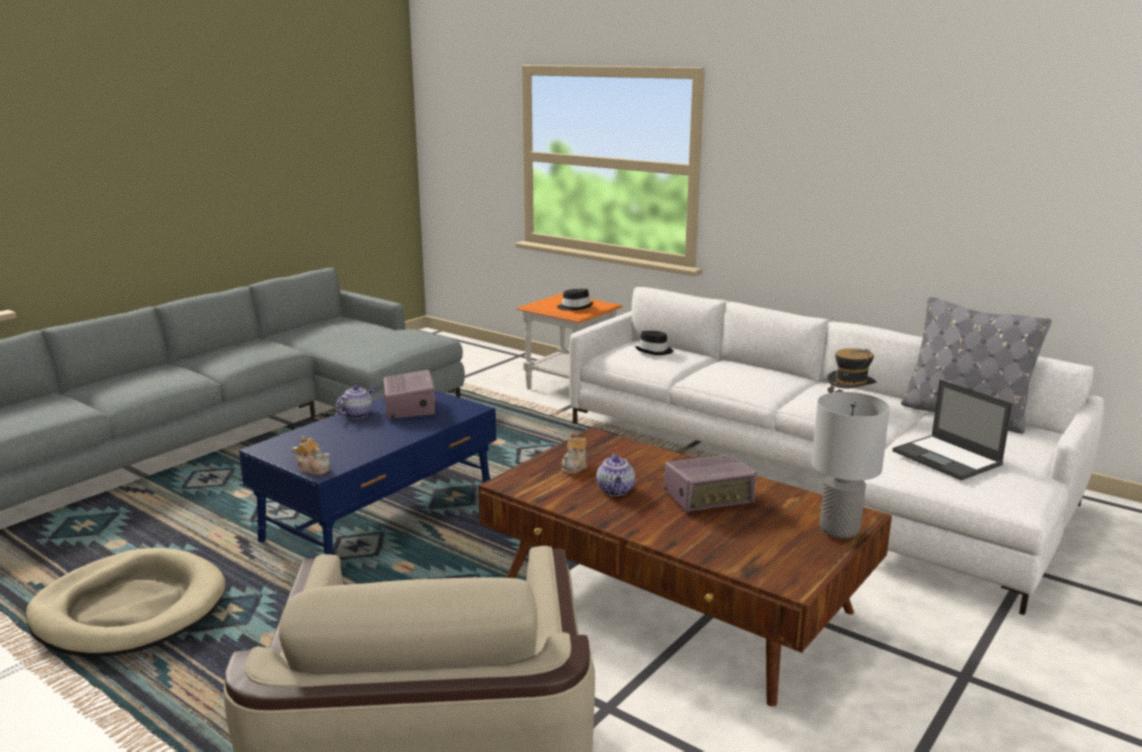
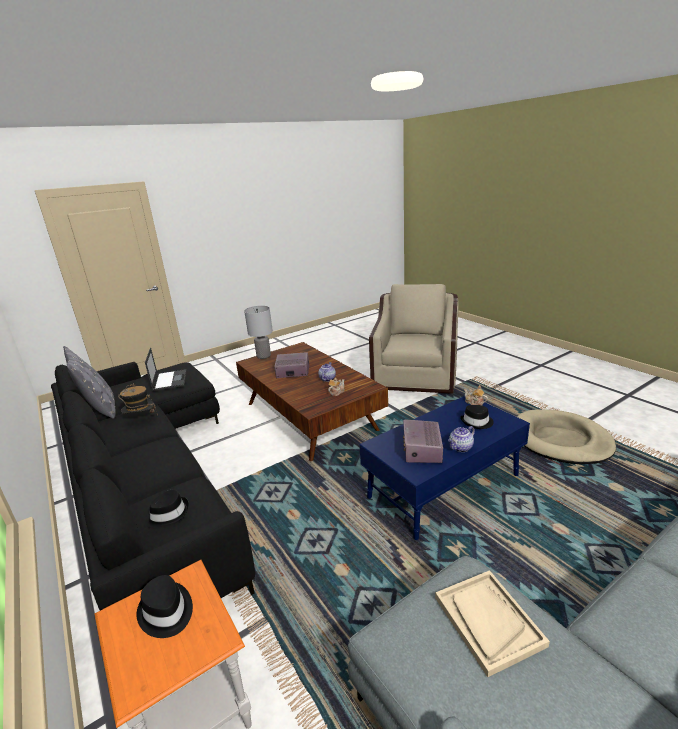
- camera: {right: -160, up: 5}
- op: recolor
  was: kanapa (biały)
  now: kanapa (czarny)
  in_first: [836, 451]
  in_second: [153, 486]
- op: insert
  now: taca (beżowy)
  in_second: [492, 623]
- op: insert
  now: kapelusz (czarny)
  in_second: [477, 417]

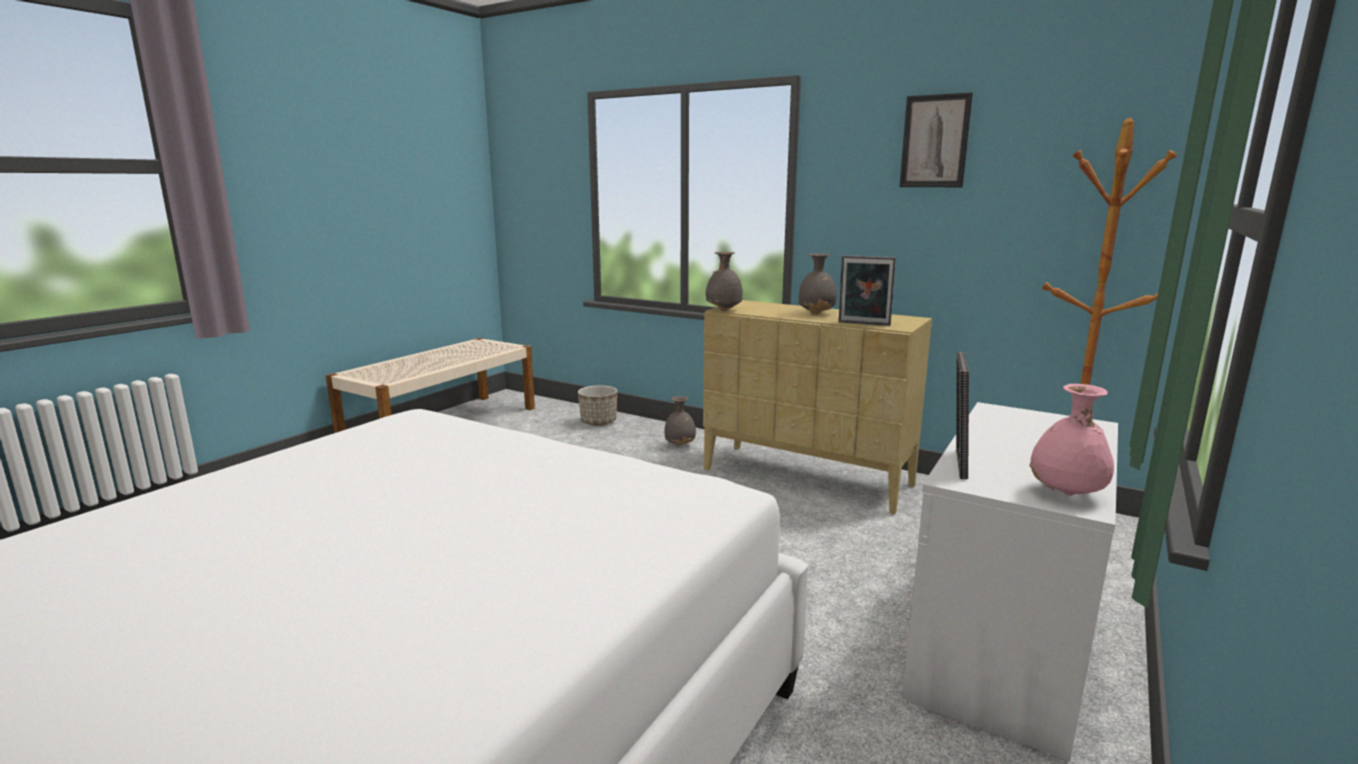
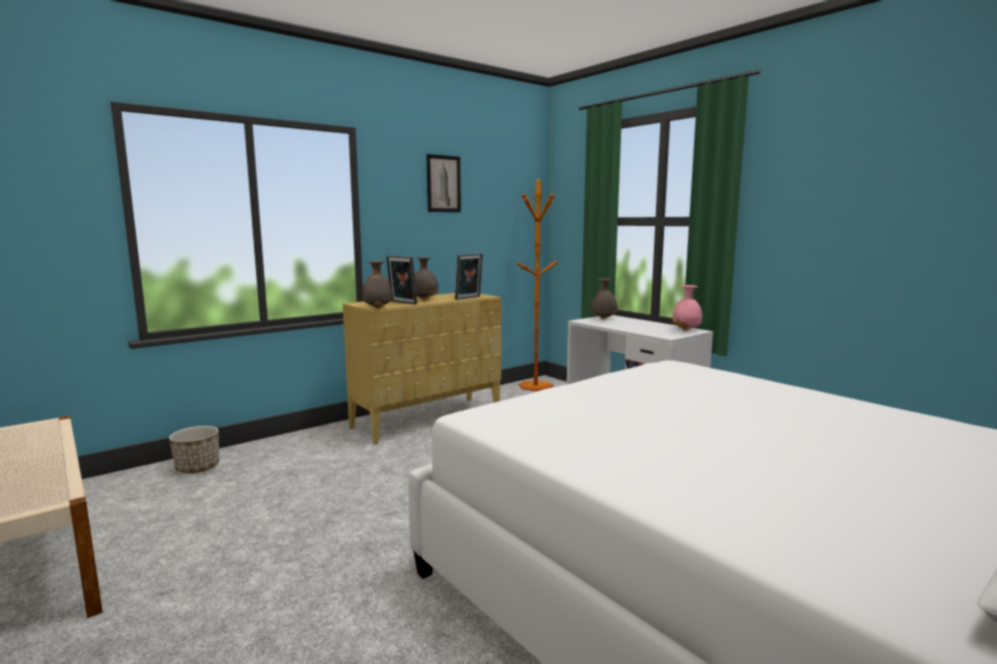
- camera: {right: -70, up: -5}
- op: move
  was: wazon (szary)
  in_first: [680, 421]
  in_second: [604, 298]
- op: move
  was: ramka na zdjęcie
  in_first: [962, 415]
  in_second: [401, 280]

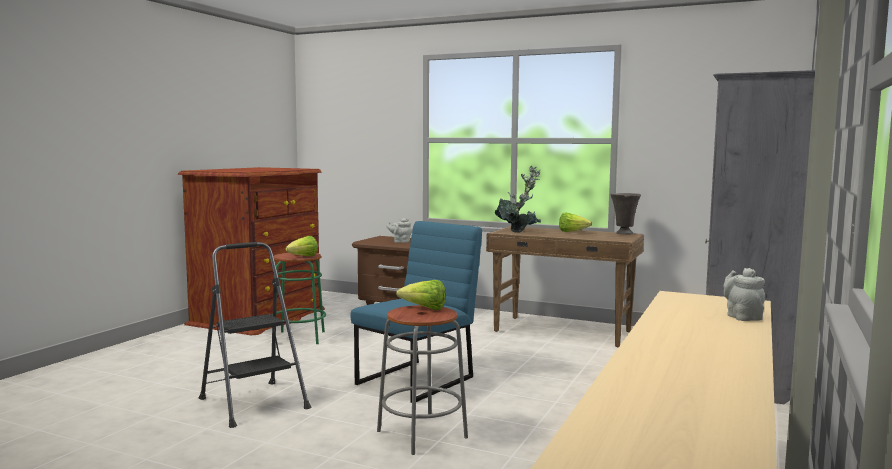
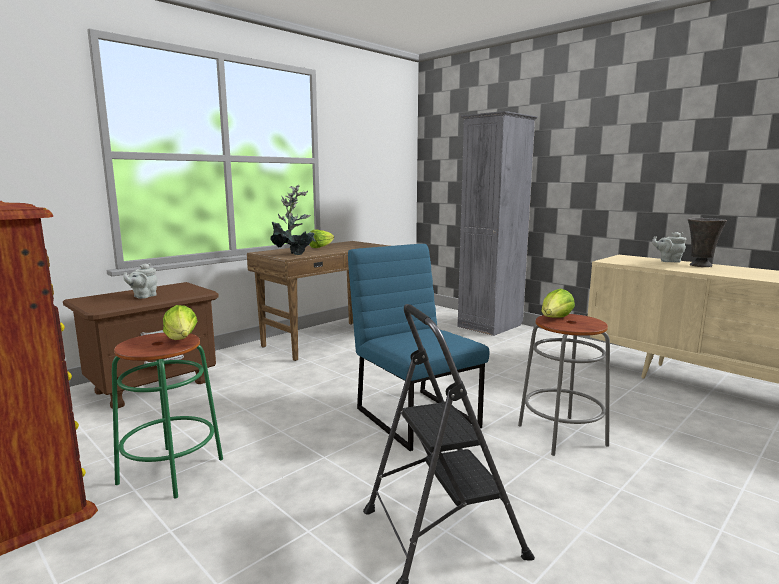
- camera: {right: -70, up: 5}
- op: move
  was: wazon (szary)
  in_first: [625, 213]
  in_second: [707, 242]

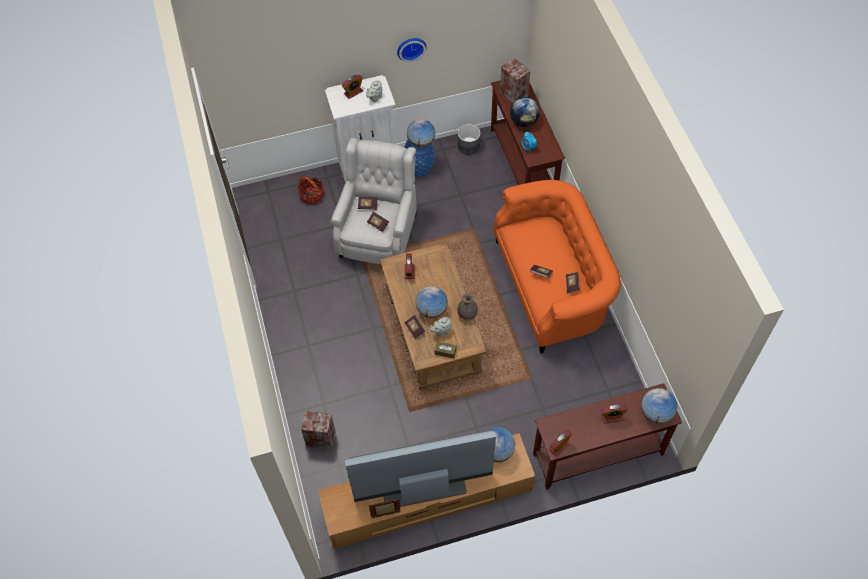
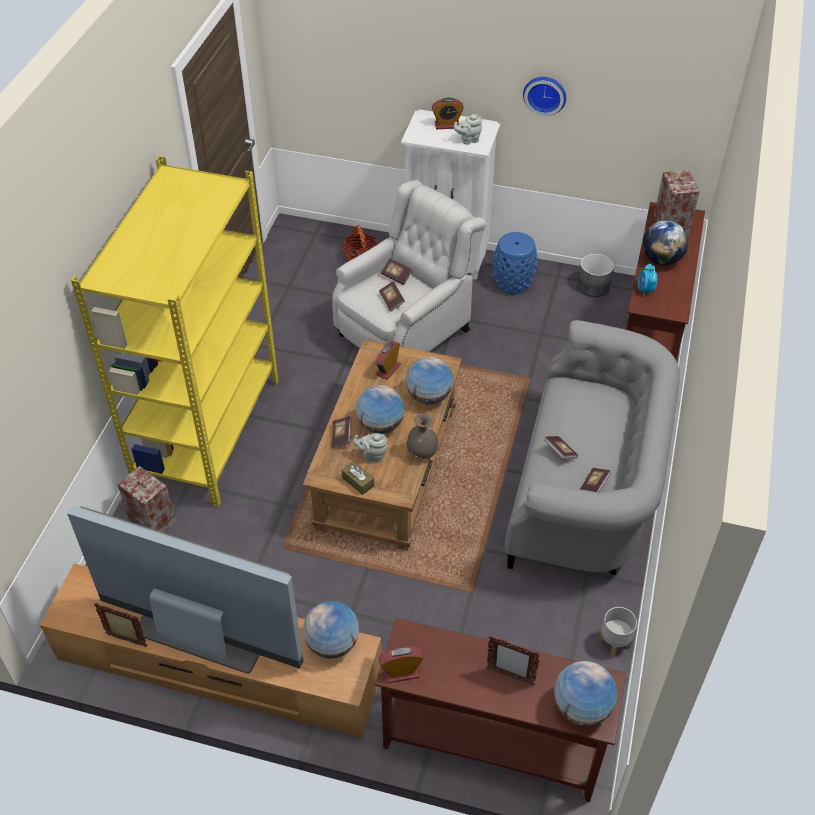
- camera: {right: 30, up: -10}
- op: move
  was: globus
  in_first: [421, 133]
  in_second: [429, 381]
- op: recolor
  was: kanapa (pomarańczowy)
  now: kanapa (szary)
  in_first: [557, 266]
  in_second: [592, 447]
- op: replace
  was: budzik
  now: ramka na zdjęcie
  in_first: [614, 413]
  in_second: [513, 660]
- op: insert
  now: regał (żółty)
  in_second: [175, 332]
- op: insert
  now: donica (szary)
  in_second: [618, 632]

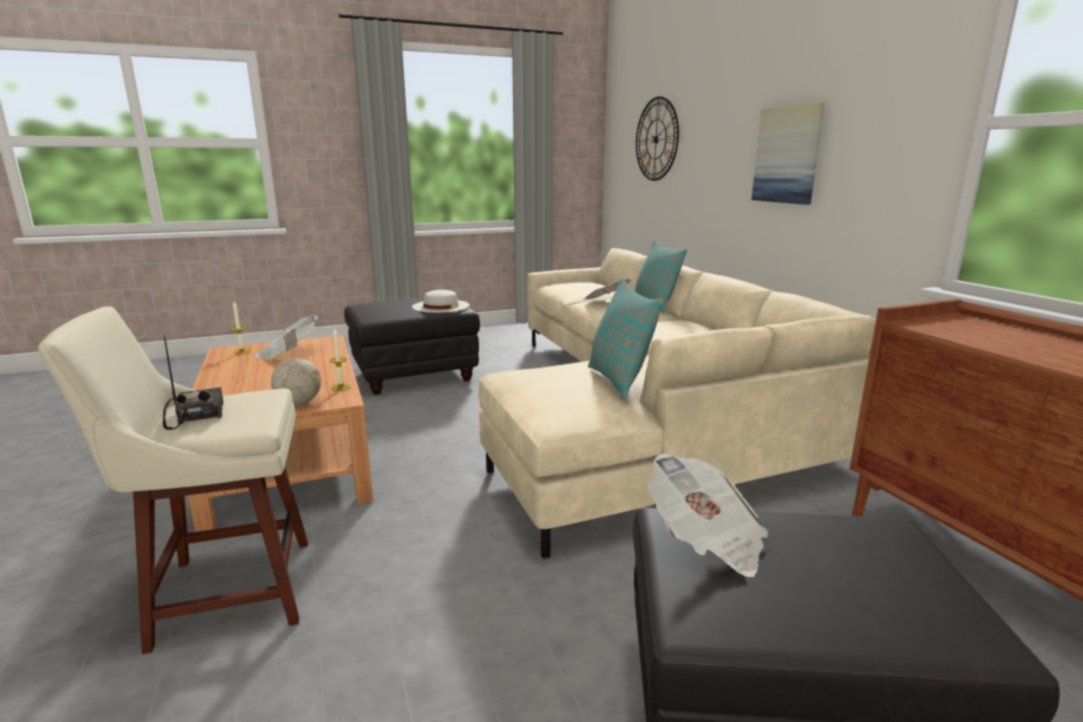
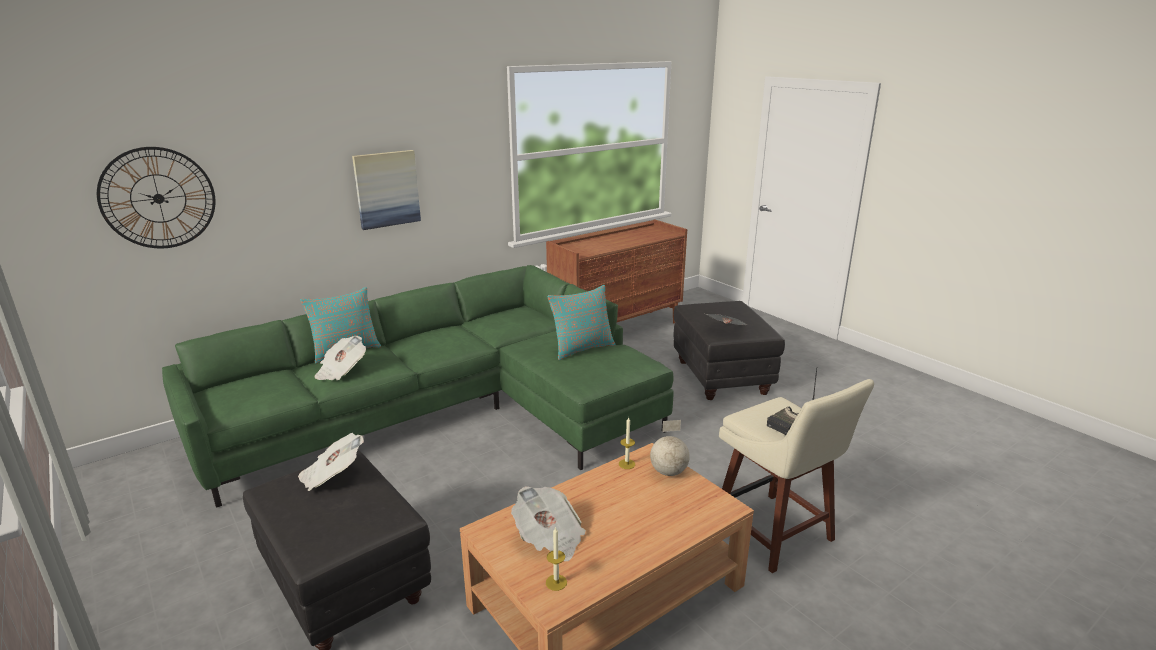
- camera: {right: -105, up: 5}
- op: replace
  was: kapelusz (biały)
  now: gazeta
  in_first: [441, 301]
  in_second: [331, 462]
- op: recolor
  was: kanapa (beżowy)
  now: kanapa (zielony)
  in_first: [677, 403]
  in_second: [418, 386]

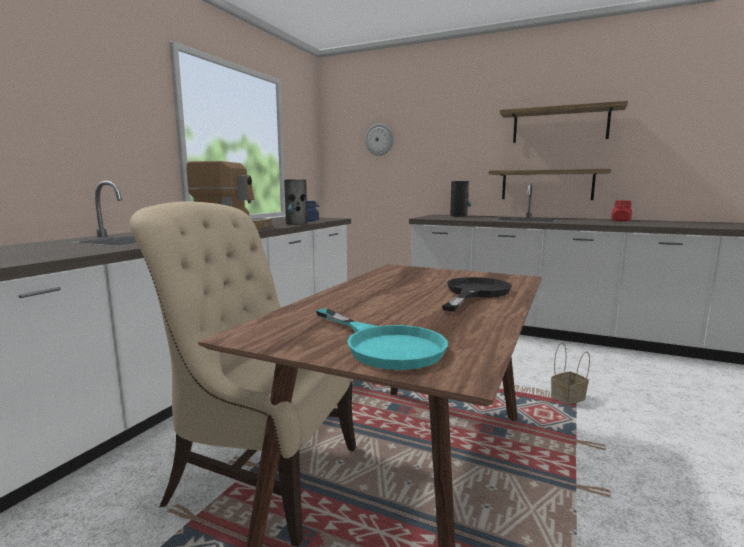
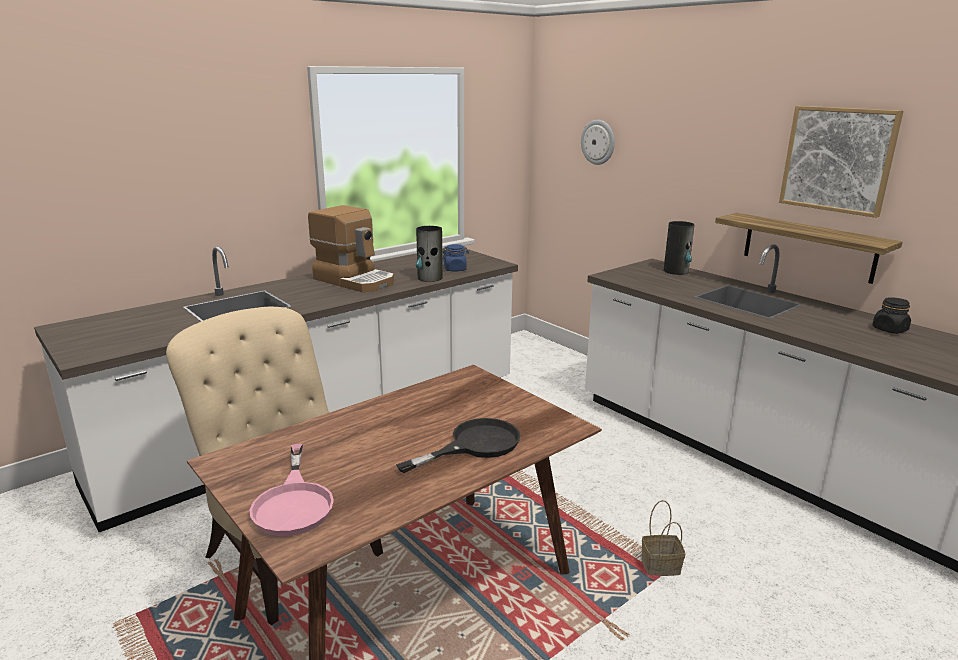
- camera: {right: 25, up: 10}
- op: recolor
  was: patelnia (turkusowy)
  now: patelnia (różowy)
  in_first: [382, 339]
  in_second: [292, 490]
- op: replace
  was: półka
  now: obraz
  in_first: [564, 122]
  in_second: [841, 162]
- op: recolor
  was: słoik (czerwony)
  now: słoik (czarny)
  in_first: [621, 211]
  in_second: [891, 315]

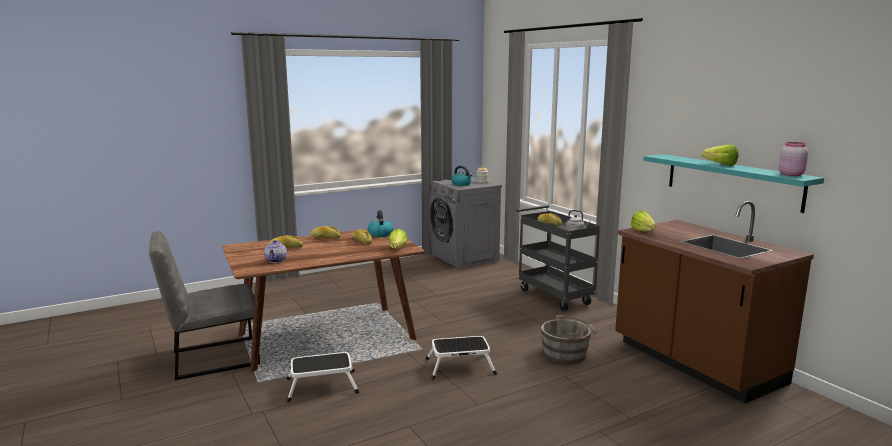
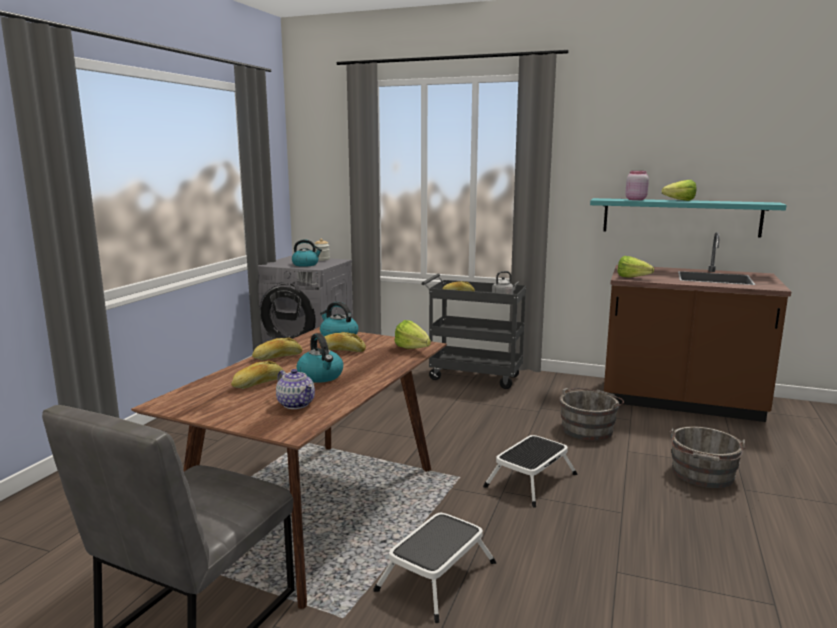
- camera: {right: -40, up: 0}
- op: move
  was: słoik (różowy)
  in_first: [793, 159]
  in_second: [637, 185]
- op: insert
  now: czajnik
  in_second: [319, 358]
- op: insert
  now: wiadro (szary)
  in_second: [708, 457]

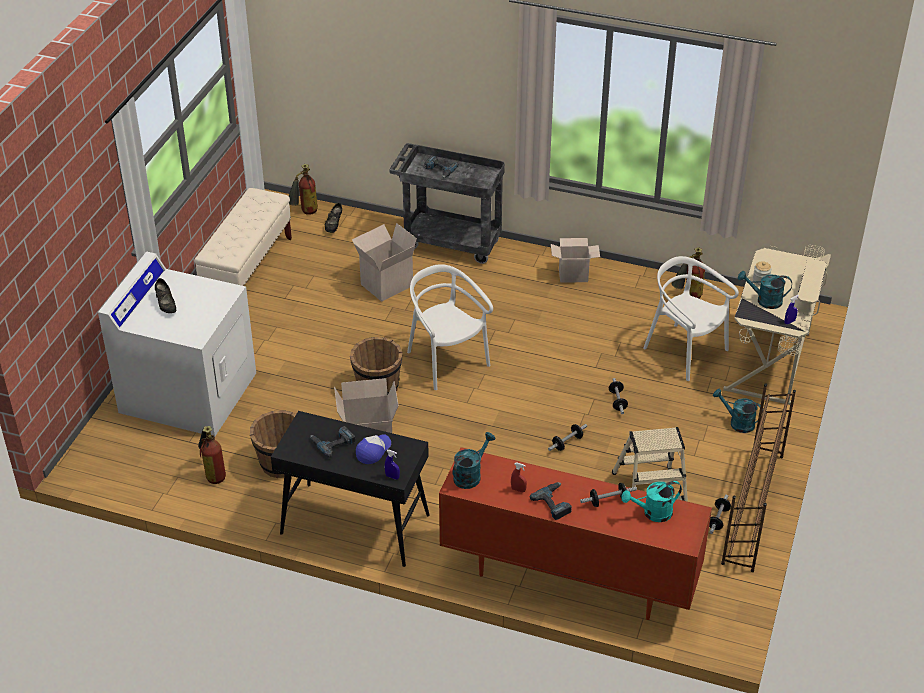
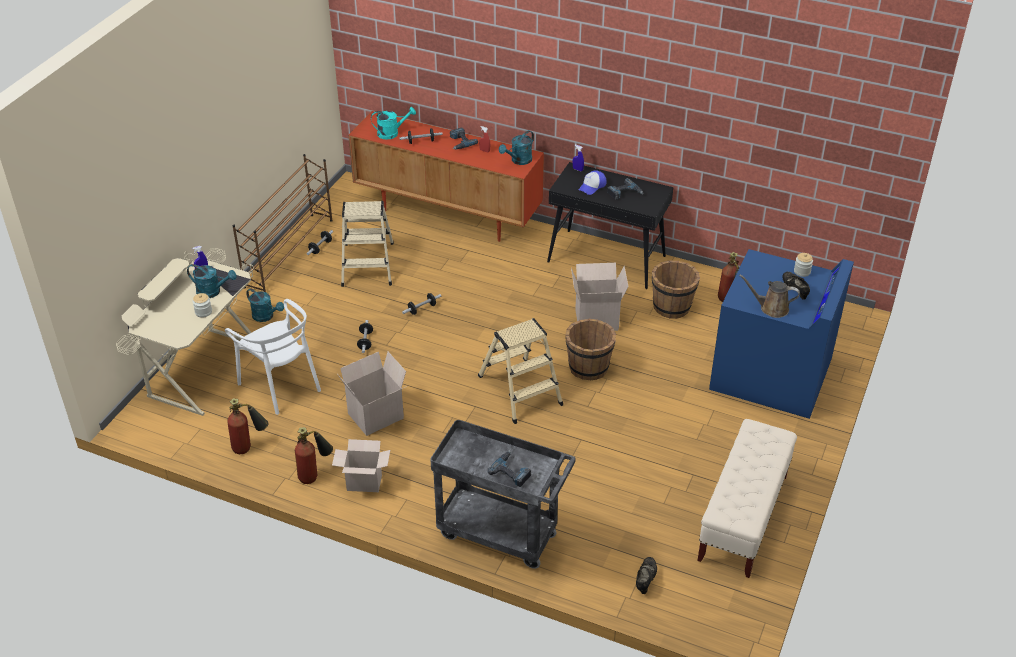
- camera: {right: -175, up: 0}
- op: recolor
  was: pralka (biały)
  now: pralka (niebieski)
  in_first: [177, 344]
  in_second: [781, 334]
- op: move
  was: gaśnica
  in_first: [303, 189]
  in_second: [314, 455]
- op: move
  was: karton
  in_first: [384, 262]
  in_second: [372, 394]
- op: replace
  was: krzesło (biały)
  now: drabinka (beżowy)
  in_first: [450, 327]
  in_second: [520, 371]
- op: insert
  now: konewka (brązowy)
  in_second: [769, 296]
- op: insert
  now: słoik
  in_second: [803, 265]

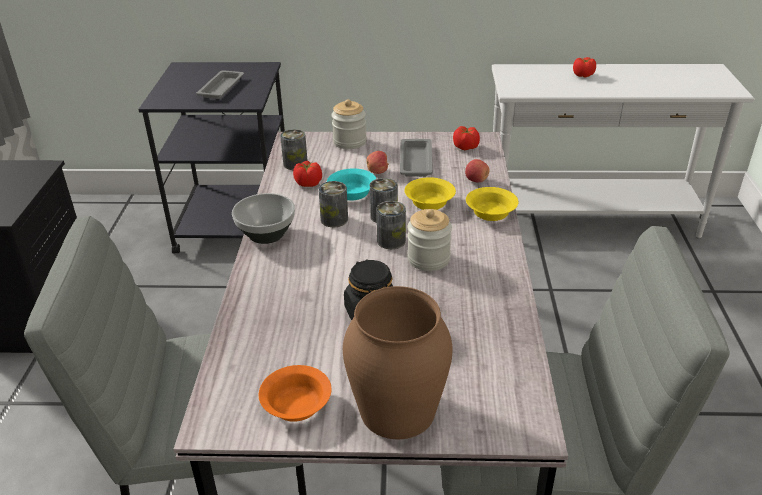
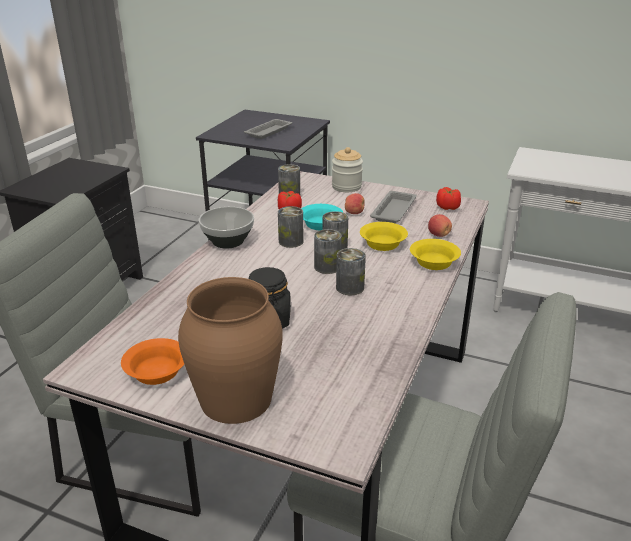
- camera: {right: 20, up: -5}
- op: replace
  was: słoik
  now: puszka
  in_first: [429, 240]
  in_second: [351, 271]
- op: delete
  was: pomidor
  in_first: [584, 67]

